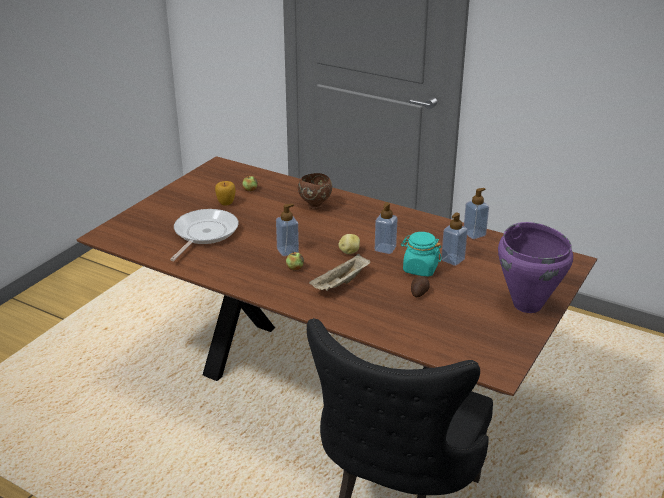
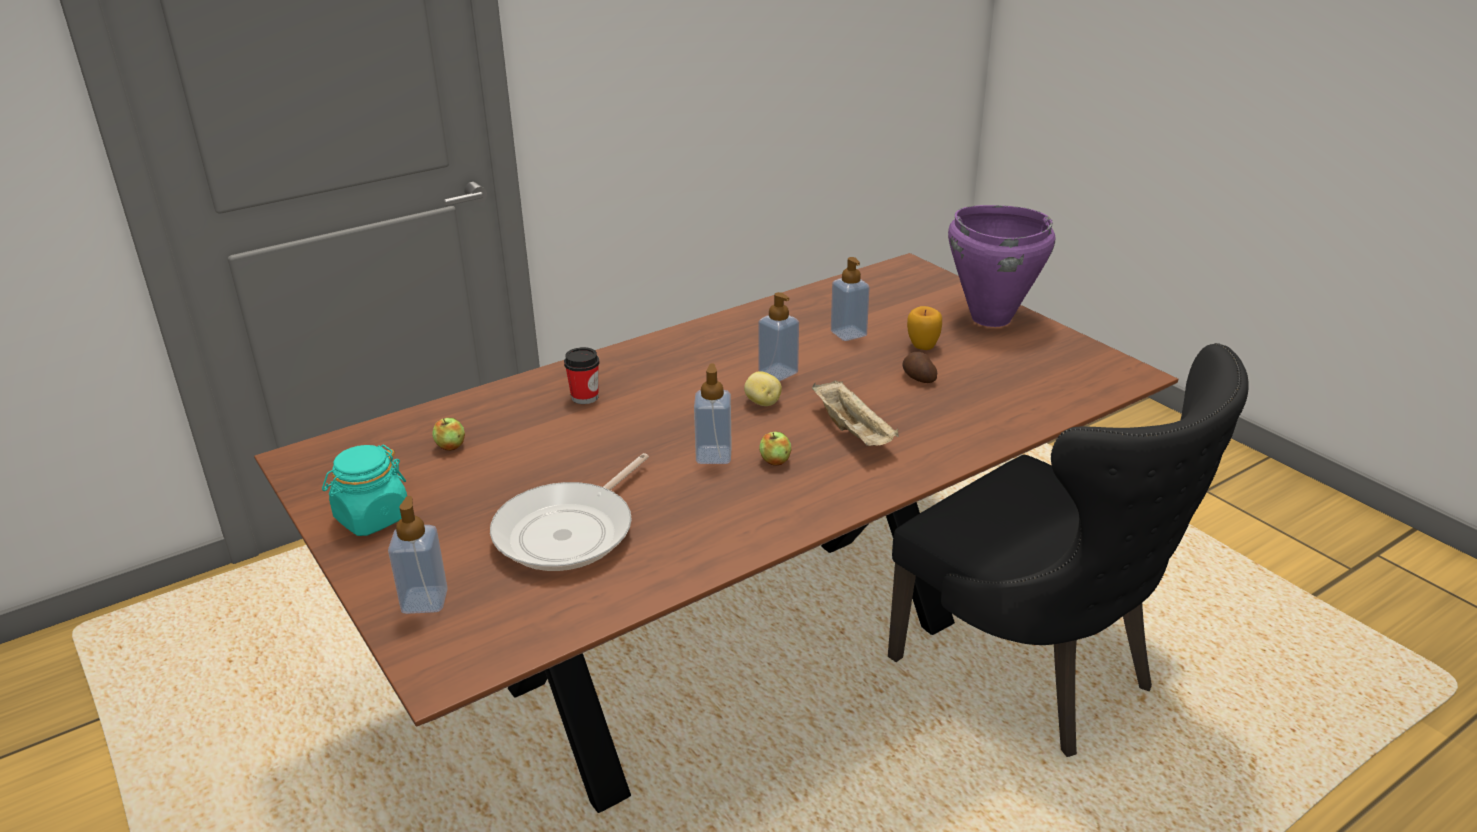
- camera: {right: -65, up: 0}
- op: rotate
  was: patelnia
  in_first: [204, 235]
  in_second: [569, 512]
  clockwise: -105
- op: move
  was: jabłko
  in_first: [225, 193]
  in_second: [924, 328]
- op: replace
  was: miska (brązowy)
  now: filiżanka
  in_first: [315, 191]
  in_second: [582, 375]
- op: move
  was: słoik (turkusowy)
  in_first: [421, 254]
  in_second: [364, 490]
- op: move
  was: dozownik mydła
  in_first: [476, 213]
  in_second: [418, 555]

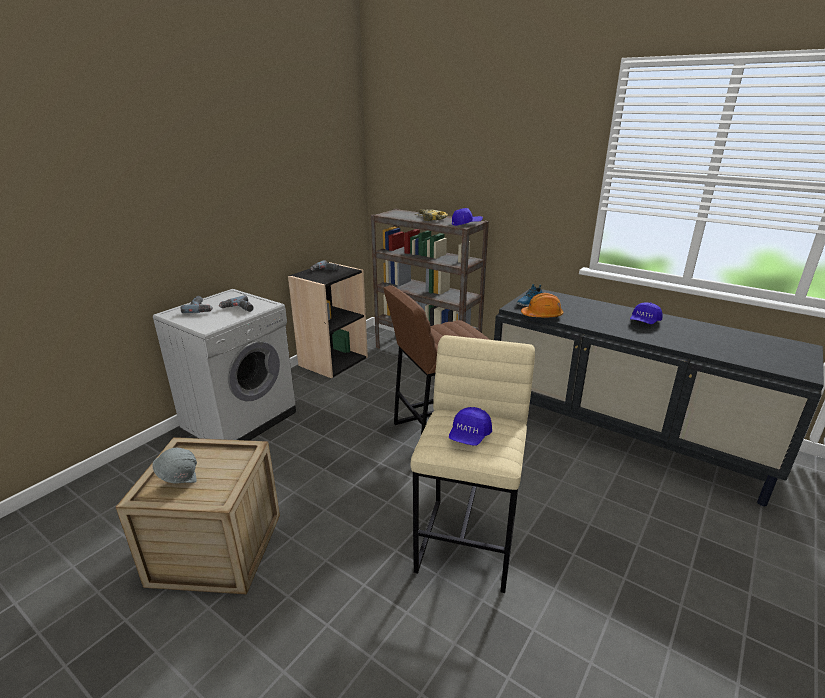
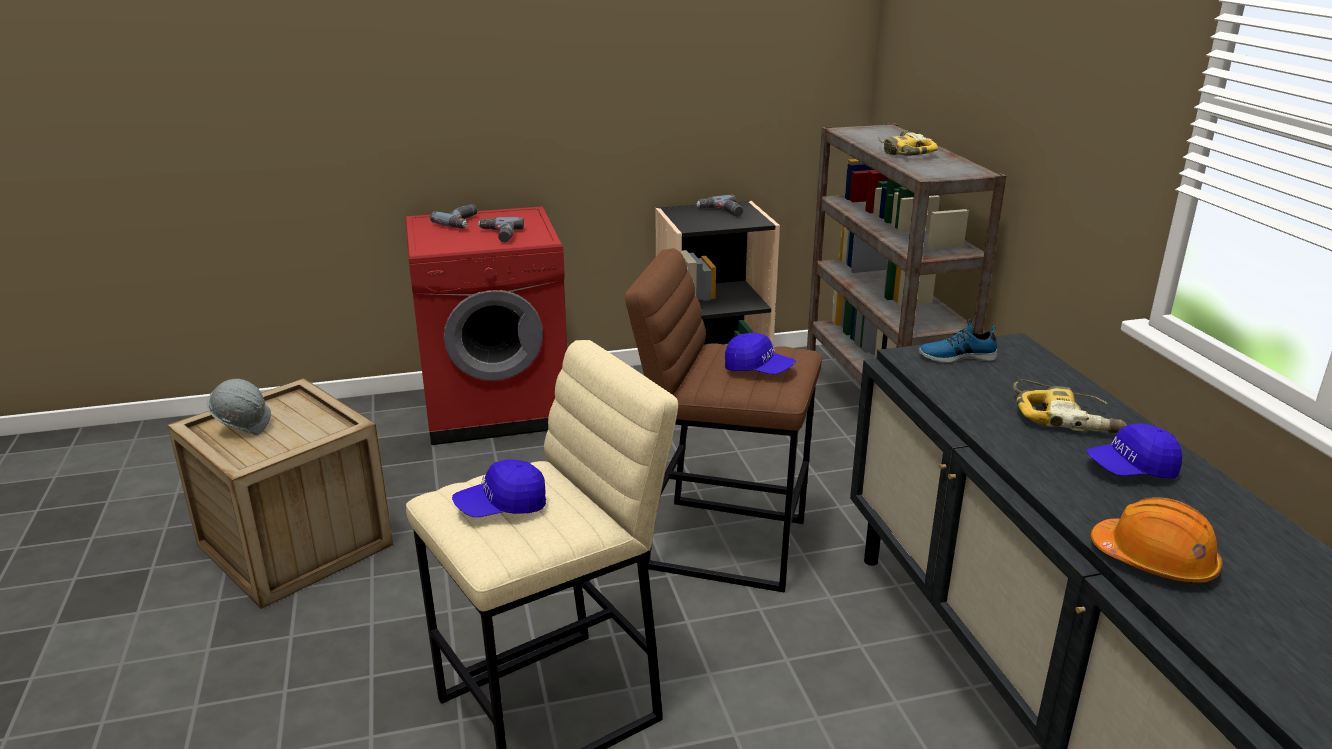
- camera: {right: 40, up: 0}
- op: recolor
  was: pralka (biały)
  now: pralka (czerwony)
  in_first: [224, 365]
  in_second: [486, 325]
- op: move
  was: czapka z daszkiem (niebieski)
  in_first: [467, 217]
  in_second: [760, 353]
- op: move
  was: kask (pomarańczowy)
  in_first: [542, 305]
  in_second: [1157, 540]
- op: insert
  now: wiertarka
  in_second: [1070, 406]

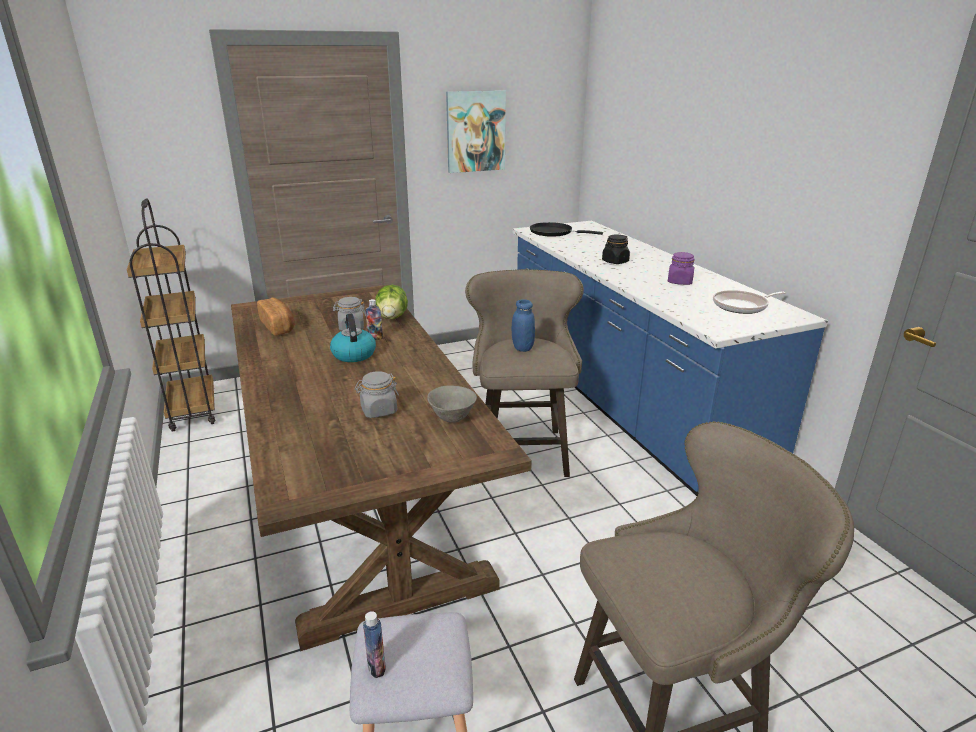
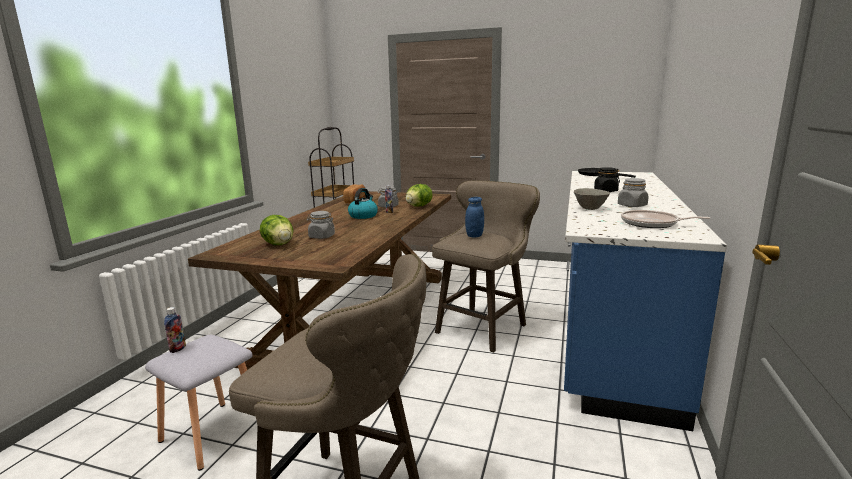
- camera: {right: 40, up: -10}
- op: move
  was: miska (szary)
  in_first: [452, 404]
  in_second: [592, 199]
- op: delete
  was: obraz
  in_first: [476, 131]
- op: recolor
  was: słoik (fioletowy)
  now: słoik (szary)
  in_first: [681, 268]
  in_second: [633, 192]
- op: insert
  now: sałata
  in_second: [276, 230]

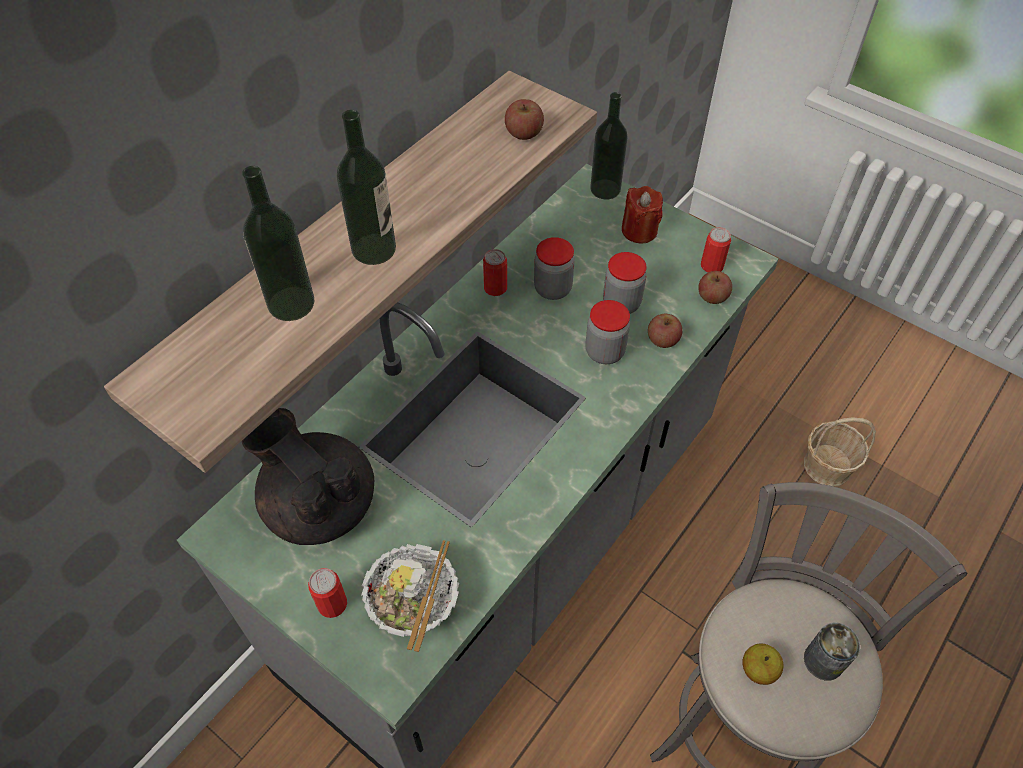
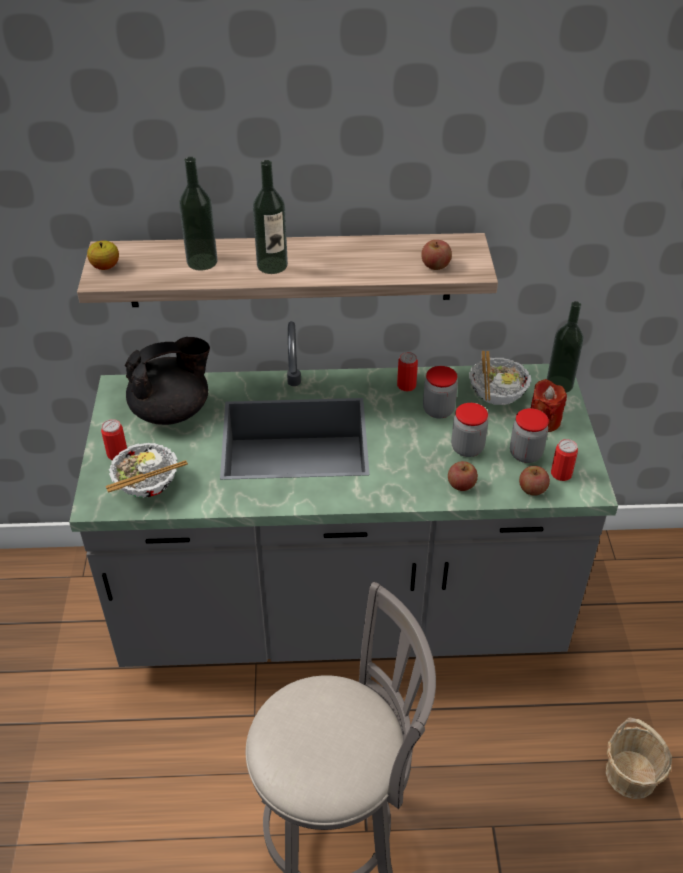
- camera: {right: 50, up: -10}
- op: rotate
  was: imbryk (czarny)
  in_first: [308, 476]
  in_second: [167, 381]
  clockwise: 60
- op: move
  was: słoik
  in_first: [607, 332]
  in_second: [529, 435]
- op: move
  was: jabłko
  in_first: [763, 664]
  in_second: [103, 255]
- op: delete
  was: puszka
  in_first: [832, 652]
- op: insert
  now: miska
  in_second: [500, 378]

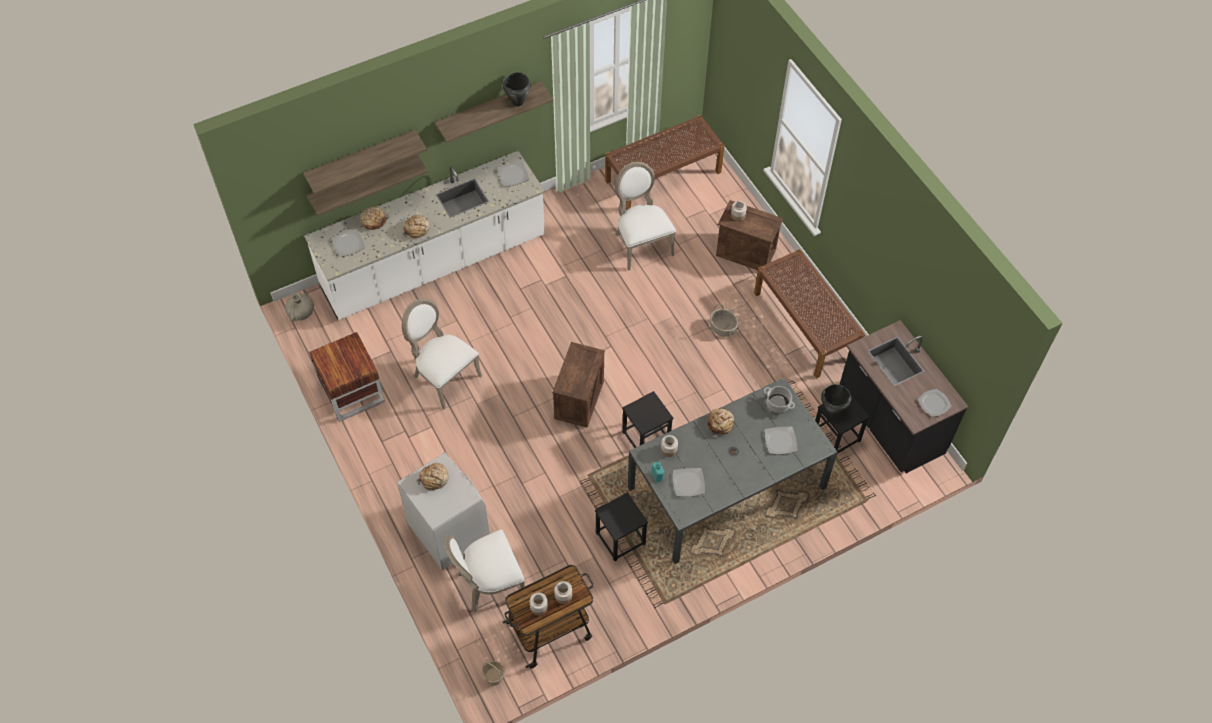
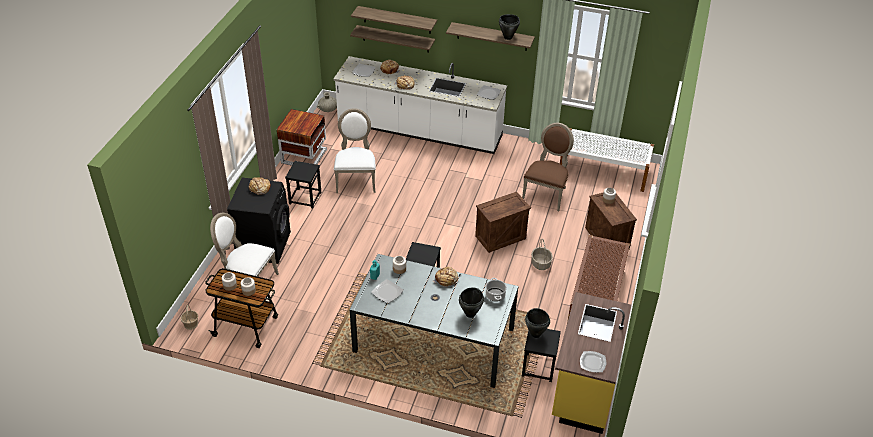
- camera: {right: 45, up: -15}
- op: recolor
  was: pralka (biały)
  now: pralka (czarny)
  in_first: [443, 511]
  in_second: [259, 221]
- op: move
  was: skrzynka
  in_first: [578, 385]
  in_second: [503, 222]
- op: move
  was: stołek (czarny)
  in_first: [621, 526]
  in_second: [303, 184]
- op: recolor
  was: ławka (brązowy)
  now: ławka (biały)
  in_first: [664, 162]
  in_second: [607, 160]
- op: recolor
  was: krzesło (biały)
  now: krzesło (brązowy)
  in_first: [645, 216]
  in_second: [548, 167]
- op: replace
  was: talerz
  now: garnek (czarny)
  in_first: [781, 440]
  in_second: [471, 302]
- op: recolor
  was: zabudowa kuchenna (czarny)
  now: zabudowa kuchenna (żółty)
  in_first: [903, 396]
  in_second: [591, 363]

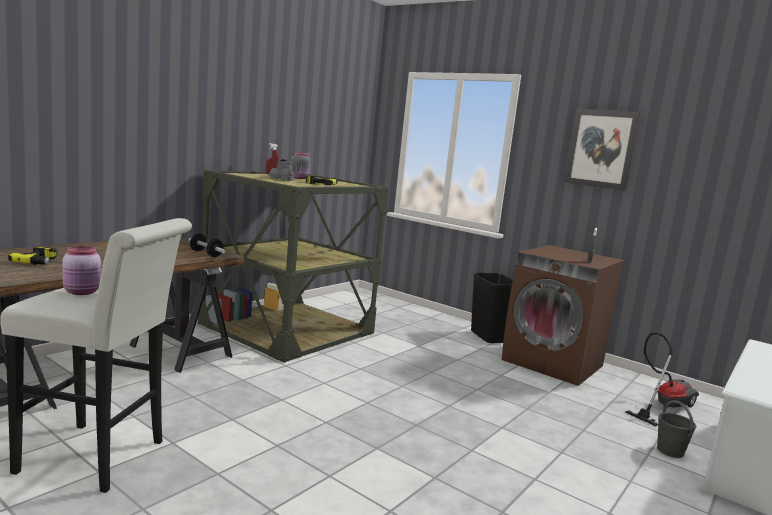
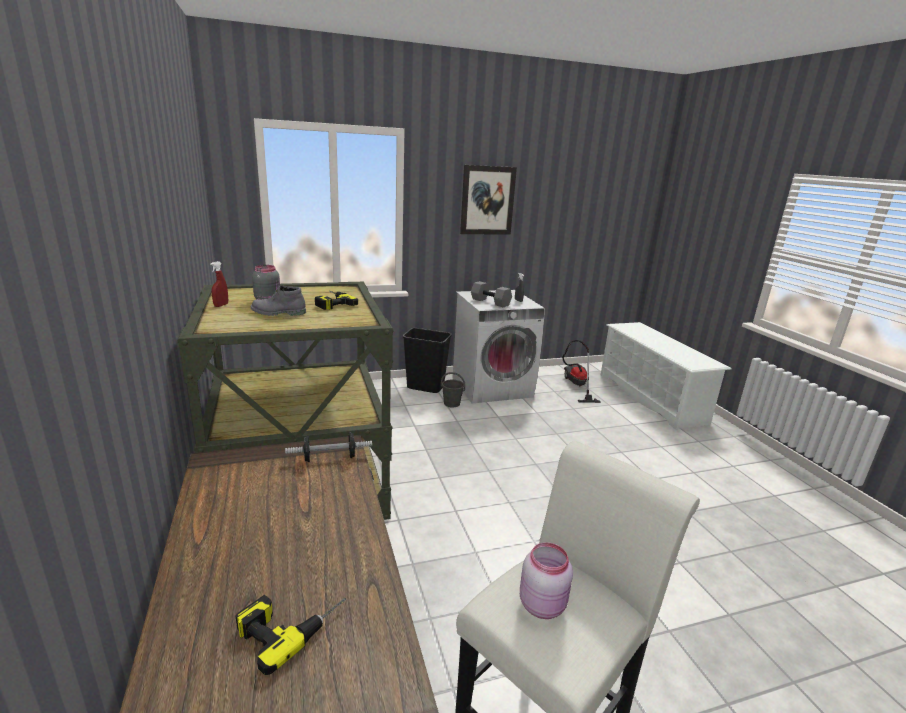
- camera: {right: -55, up: 10}
- op: recolor
  was: pralka (brązowy)
  now: pralka (biały)
  in_first: [563, 315]
  in_second: [499, 346]
- op: move
  was: wiadro (szary)
  in_first: [676, 429]
  in_second: [453, 390]
- op: insert
  now: hantel (szary)
  in_second: [491, 294]

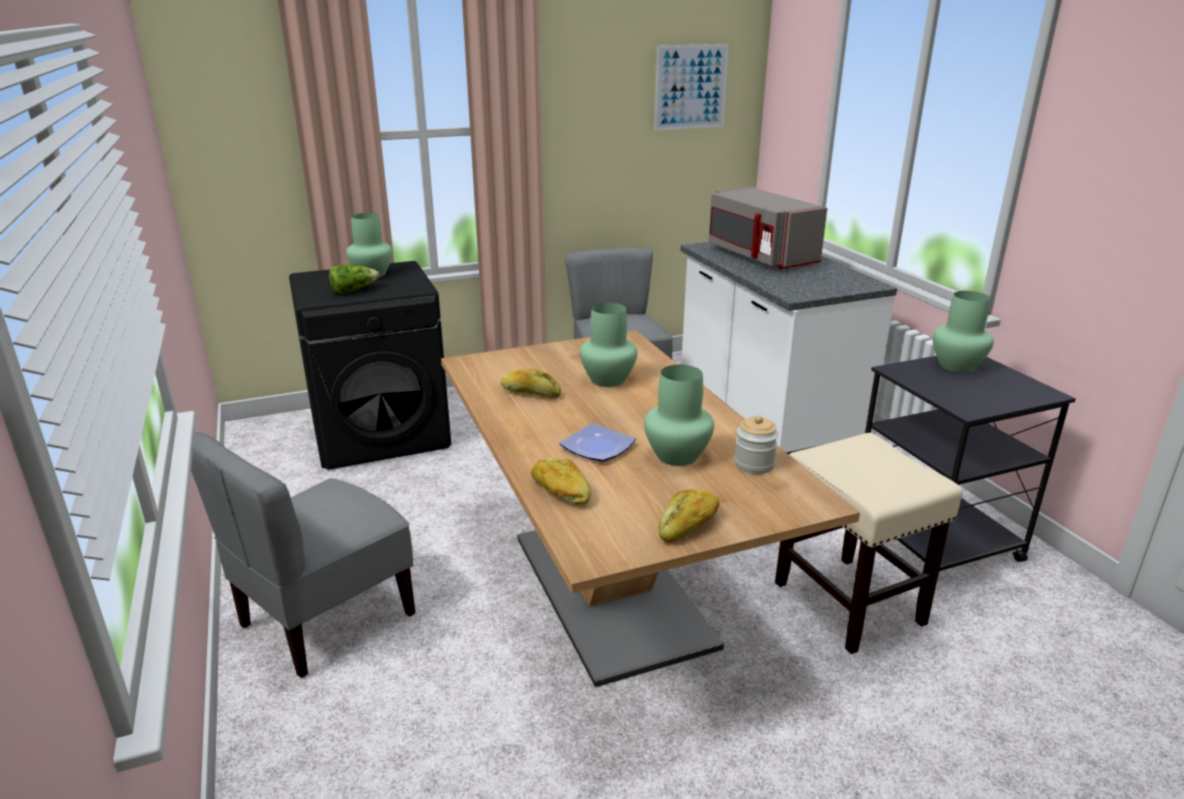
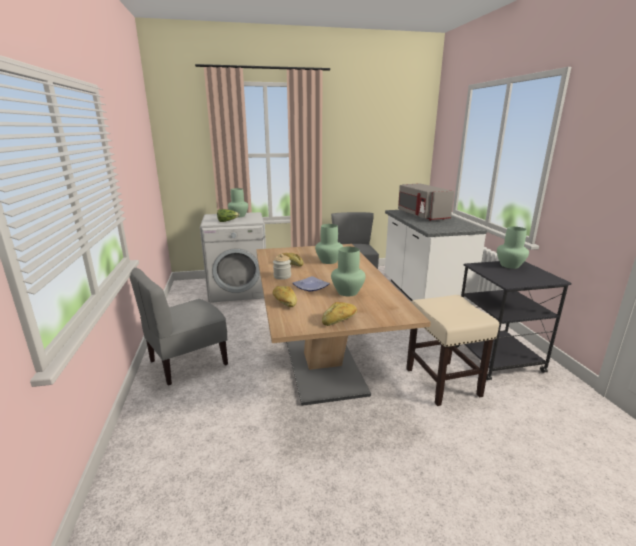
- camera: {right: 10, up: -5}
- op: recolor
  was: pralka (czarny)
  now: pralka (biały)
  in_first: [370, 365]
  in_second: [233, 257]
- op: delete
  was: obraz
  in_first: [691, 87]
- op: move
  was: słoik
  in_first: [756, 444]
  in_second: [282, 267]

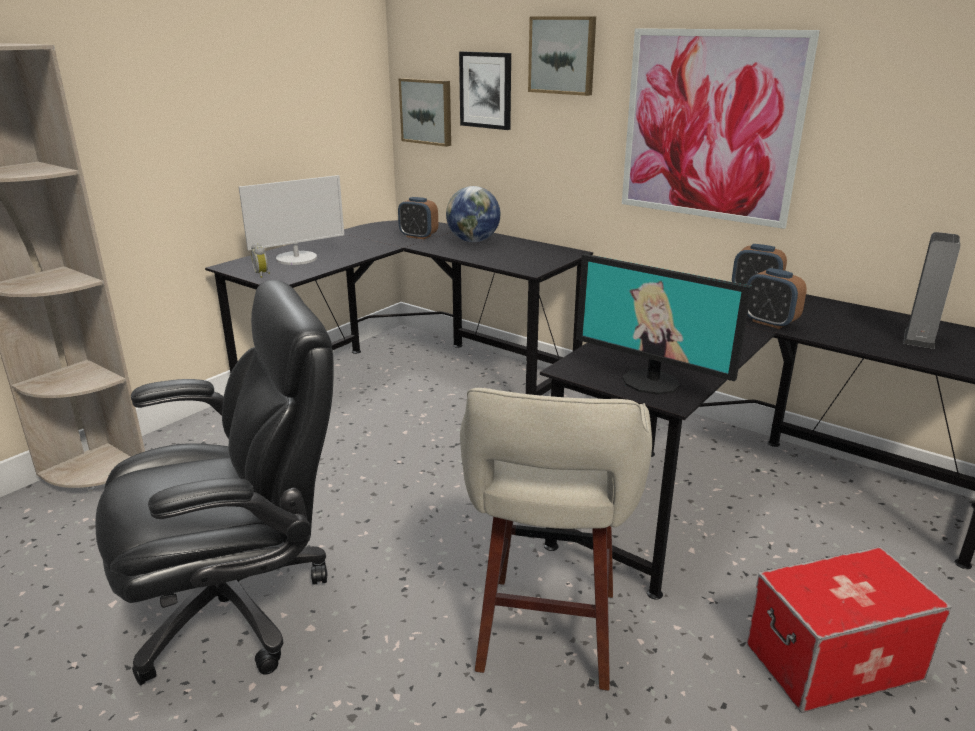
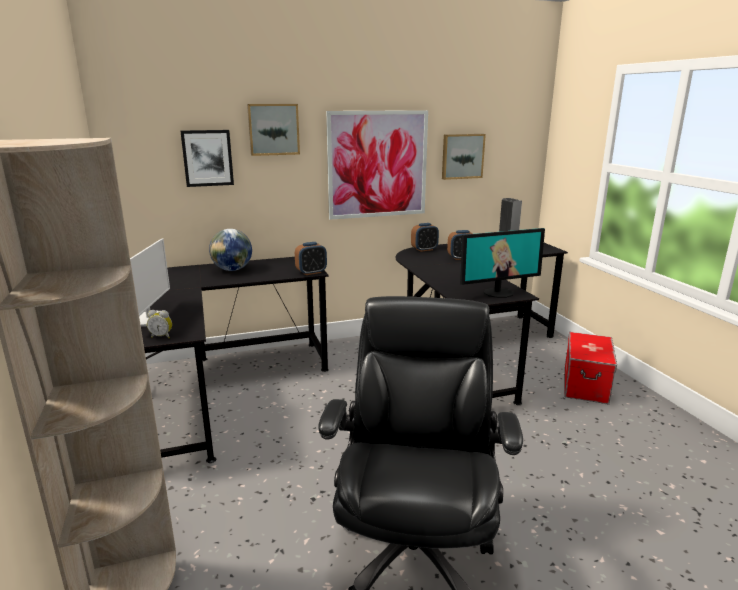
- camera: {right: -55, up: -5}
- op: move
  was: budzik
  in_first: [418, 218]
  in_second: [311, 258]
- op: move
  was: obraz
  in_first: [425, 112]
  in_second: [464, 157]
- op: delete
  was: stołek (beżowy)
  in_first: [556, 539]

